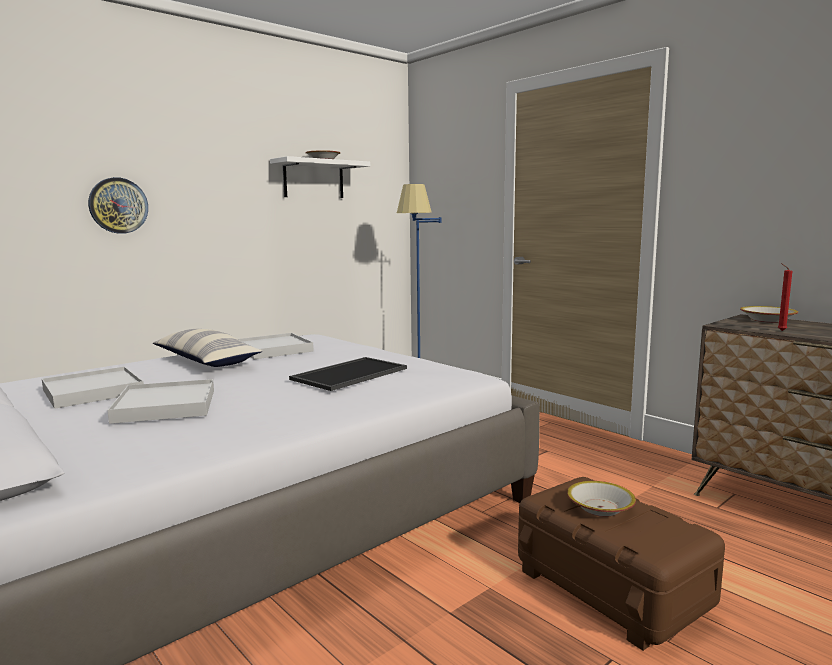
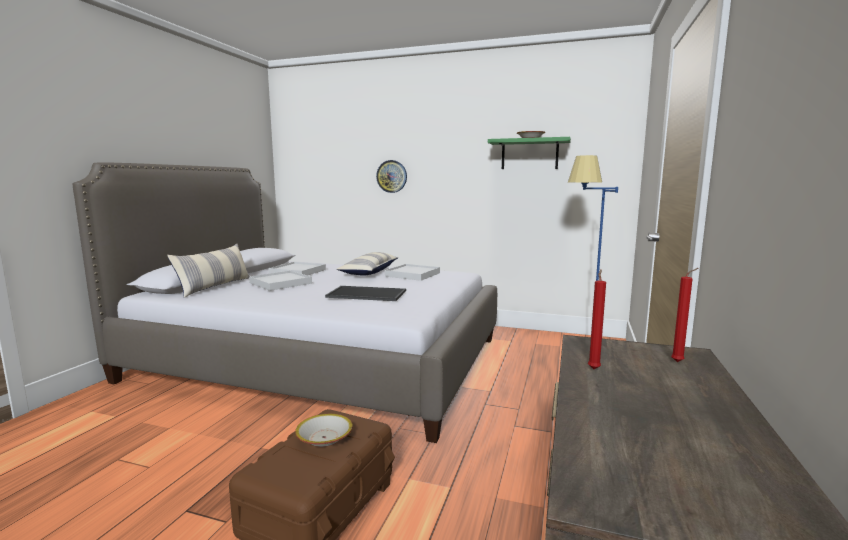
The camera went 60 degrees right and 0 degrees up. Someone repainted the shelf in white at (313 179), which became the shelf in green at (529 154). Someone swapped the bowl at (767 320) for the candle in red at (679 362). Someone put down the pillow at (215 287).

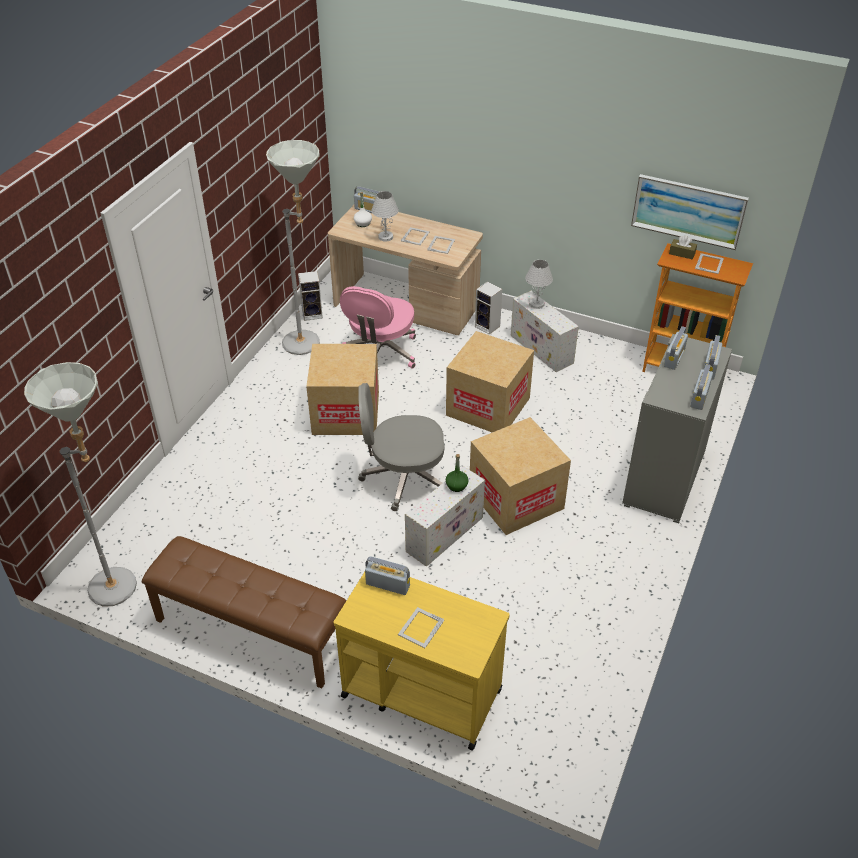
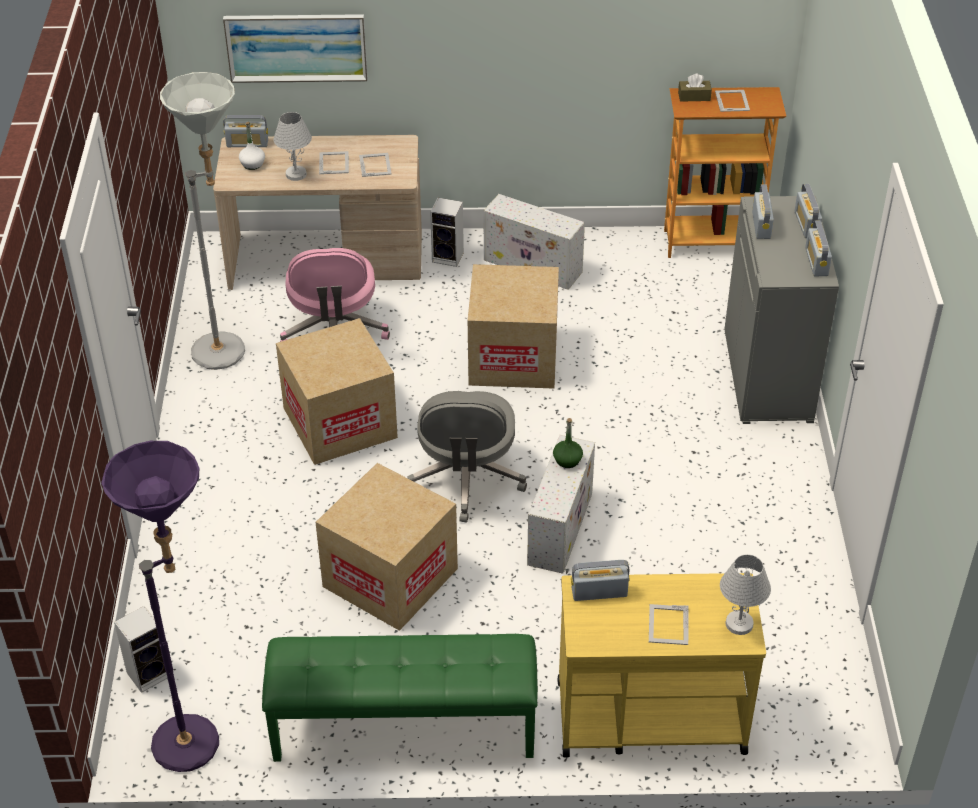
The camera went 25 degrees left and 0 degrees up. Someone carried the picture from (688 211) to (296 47). Someone carried the table lamp in white from (537 304) to (739 623). Someone carried the speaker from (313 314) to (149 673). Someone repainted the floor lamp in grey at (123 586), which became the floor lamp in purple at (199 737). Someone rotated the office chair in grey at (403 478) by 60 degrees counterclockwise. Someone carried the cardboard box from (516 499) to (390 577). Someone repainted the bench in brown at (251 632), which became the bench in green at (403 728).

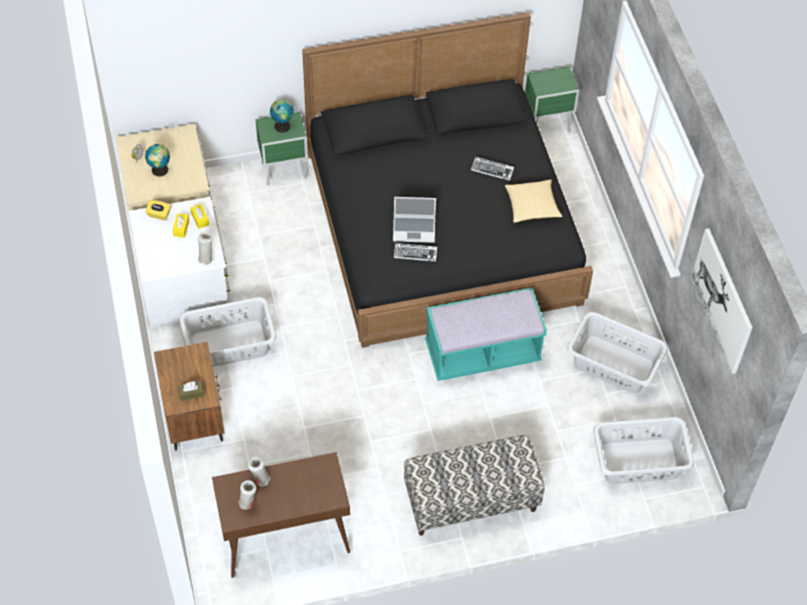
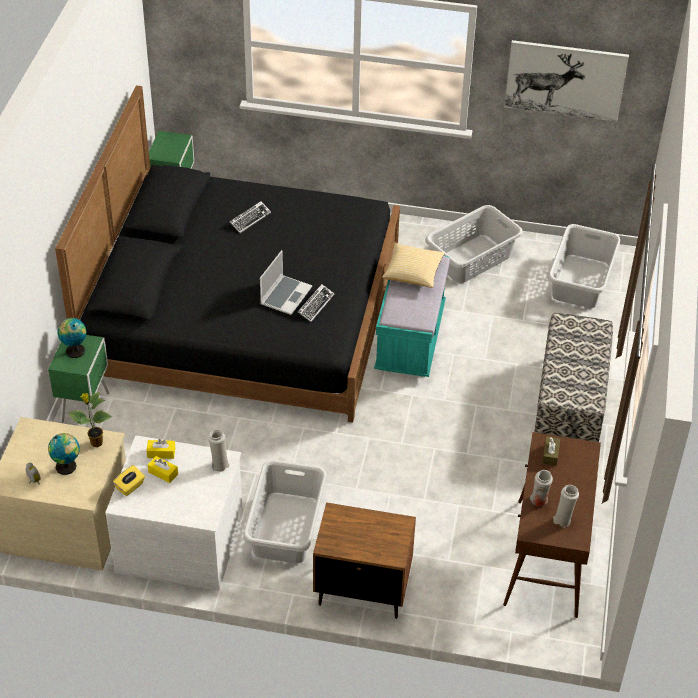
The camera went 65 degrees left and 10 degrees down. Someone carried the pillow from (532 207) to (413 273). Someone carried the tissue box in brown from (191 393) to (550 454). Someone put down the potted plant at (96 443).

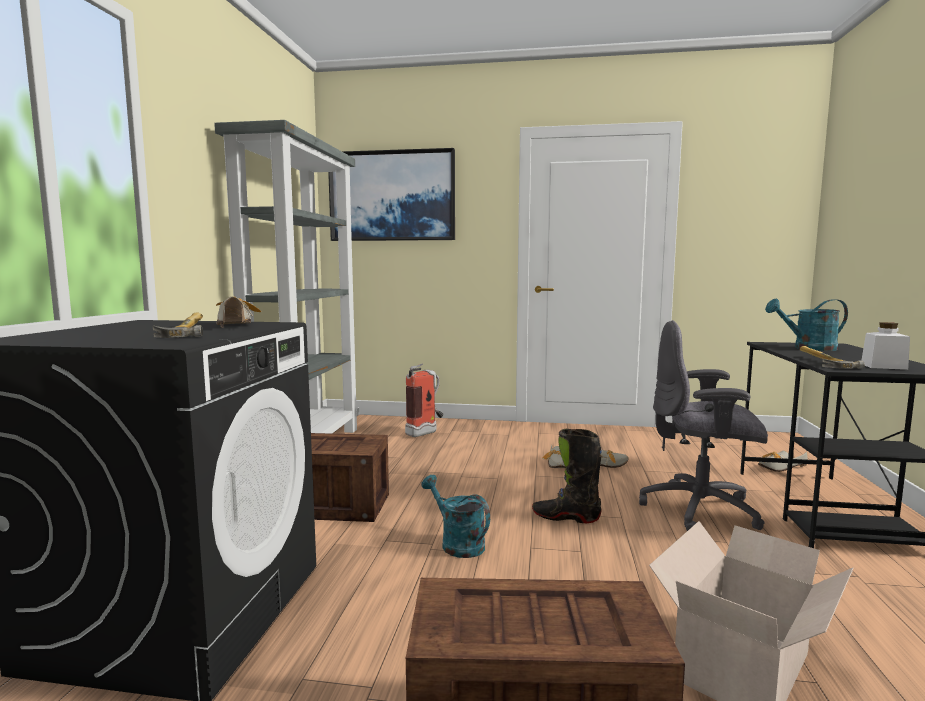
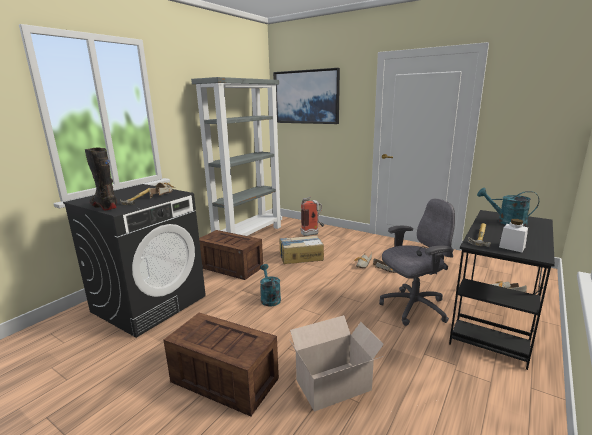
The camera went 25 degrees right and 10 degrees up. Someone rotated the office chair in grey at (701 510) by 120 degrees clockwise. Someone carried the boot in black from (566 517) to (104 206). Someone put down the cardboard box at (300 256).

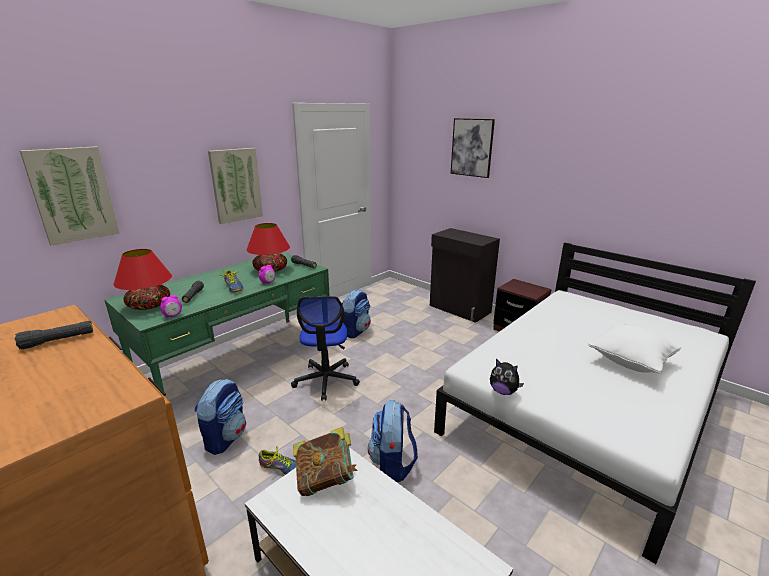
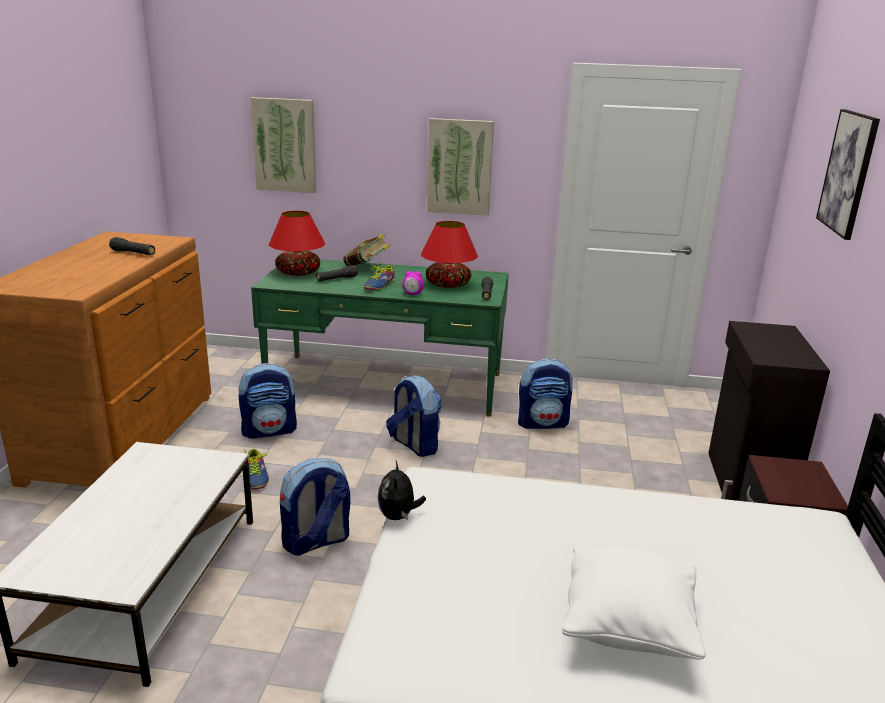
The camera went 55 degrees right and 0 degrees up. Someone took away the alarm clock at (173 316). Someone swapped the office chair at (326 380) for the backpack at (414 445). Someone carried the book from (325 479) to (366 268).

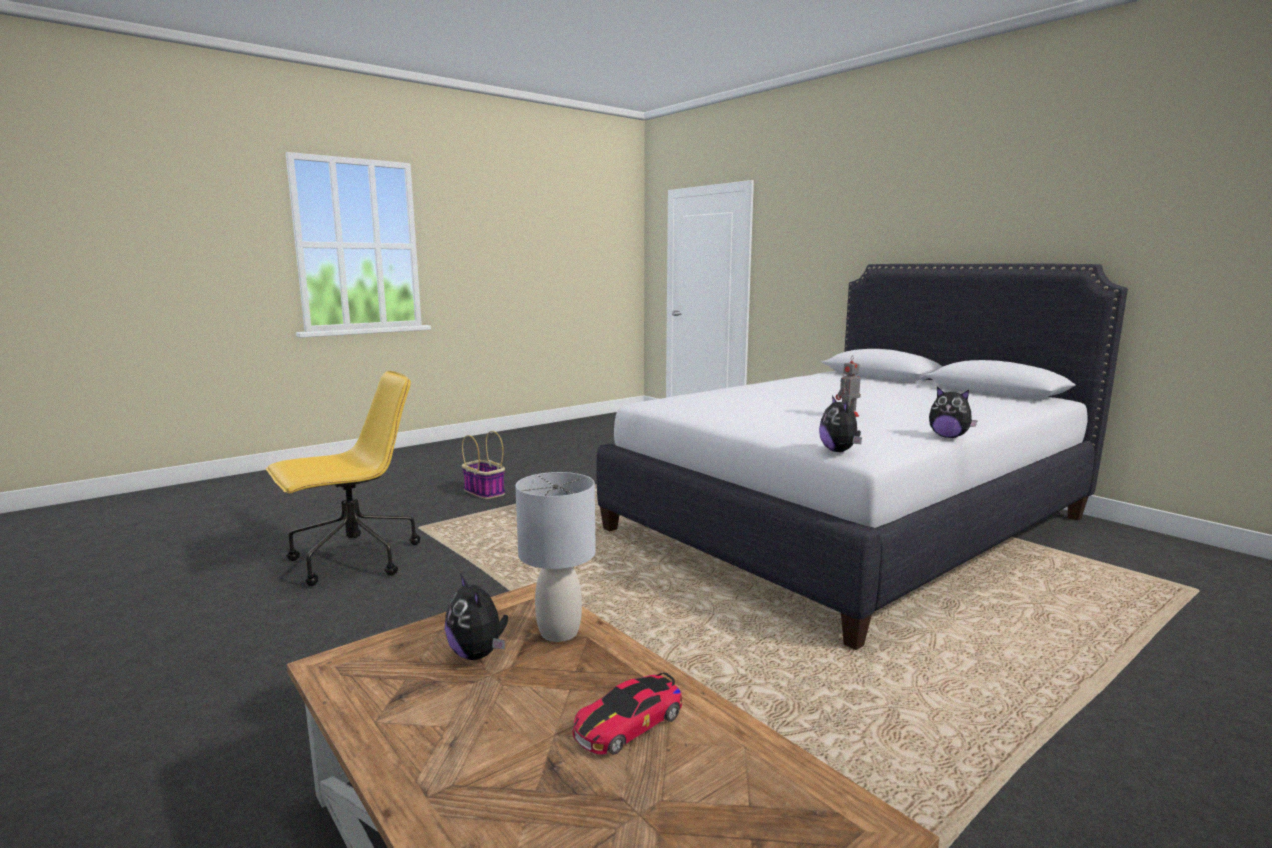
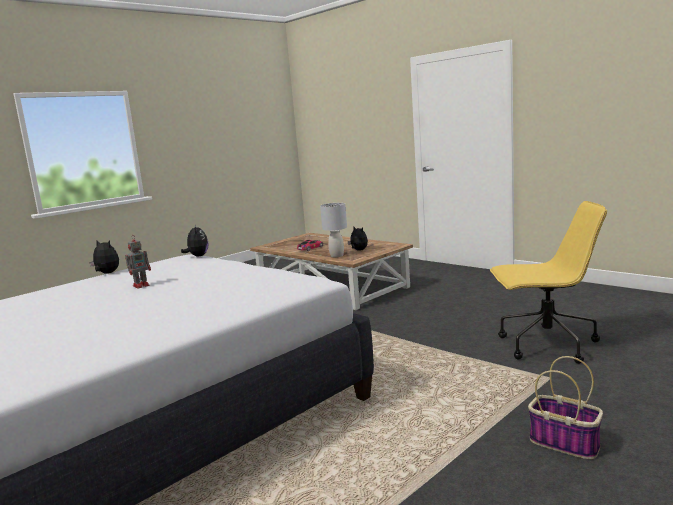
The camera went 175 degrees right and 0 degrees up. Someone rotated the office chair in yellow at (353 560) by 135 degrees counterclockwise.

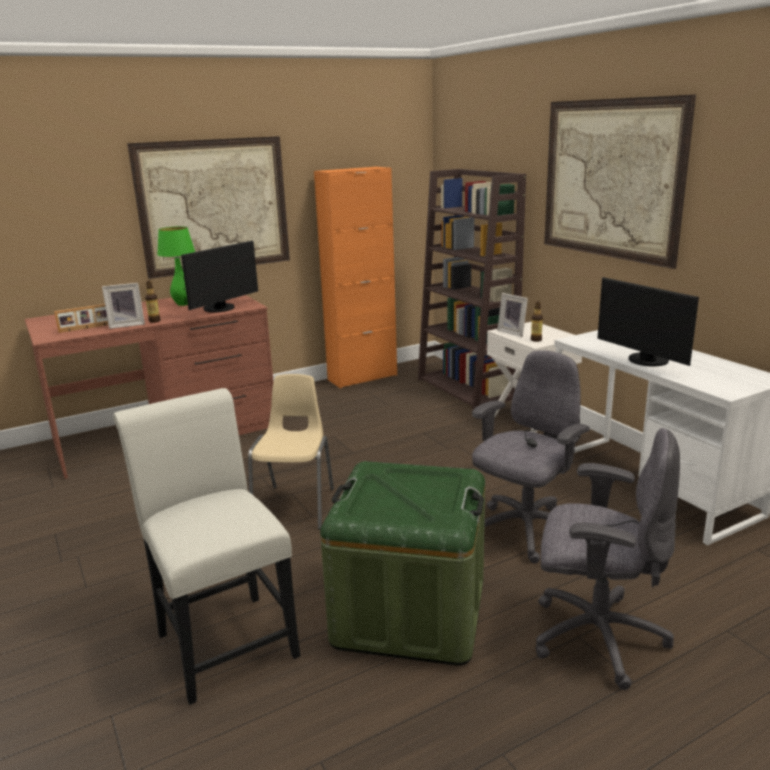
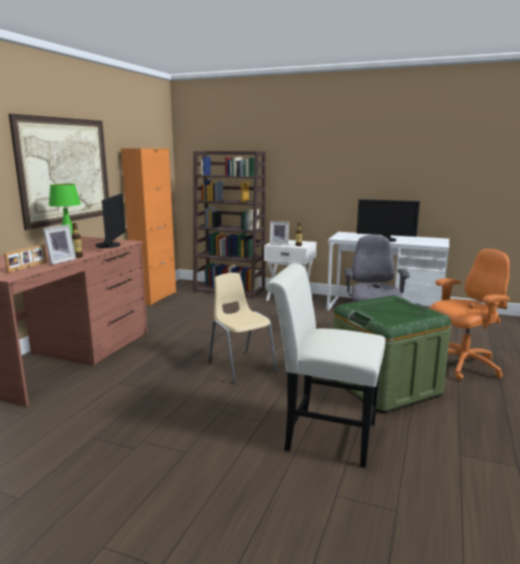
The camera went 40 degrees left and 5 degrees down. Someone took away the picture at (610 179). Someone repainted the office chair in grey at (595 636), which became the office chair in orange at (462 365).

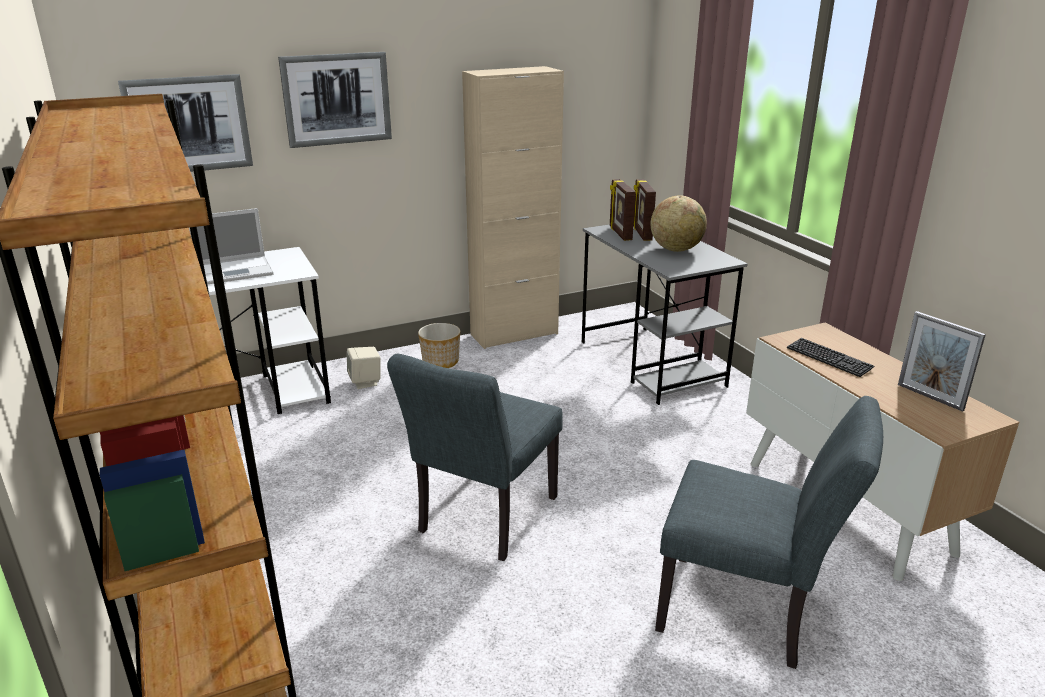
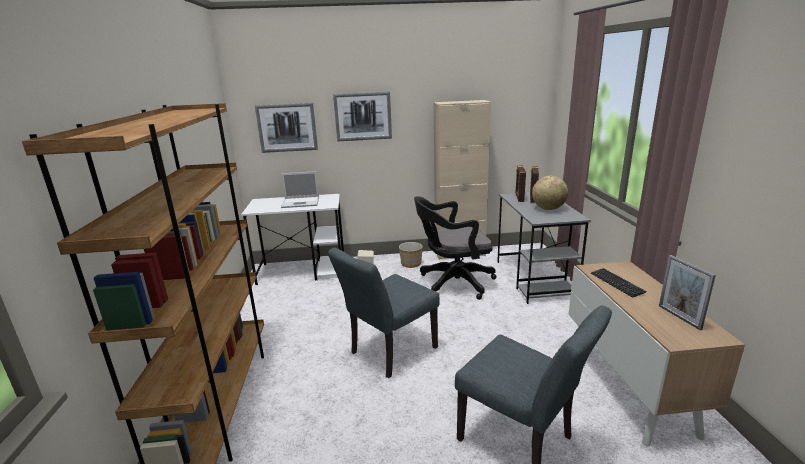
The camera went 20 degrees right and 5 degrees down. Someone put down the office chair in black at (453 283).

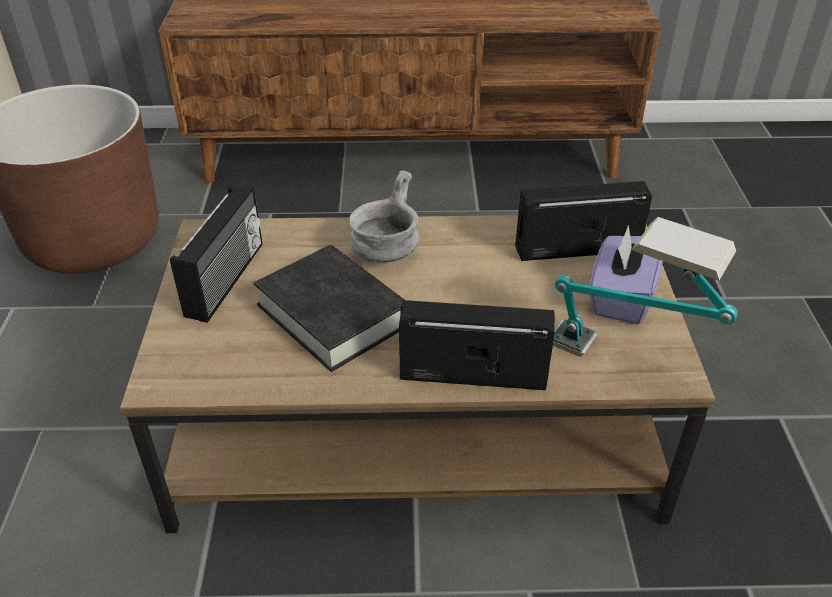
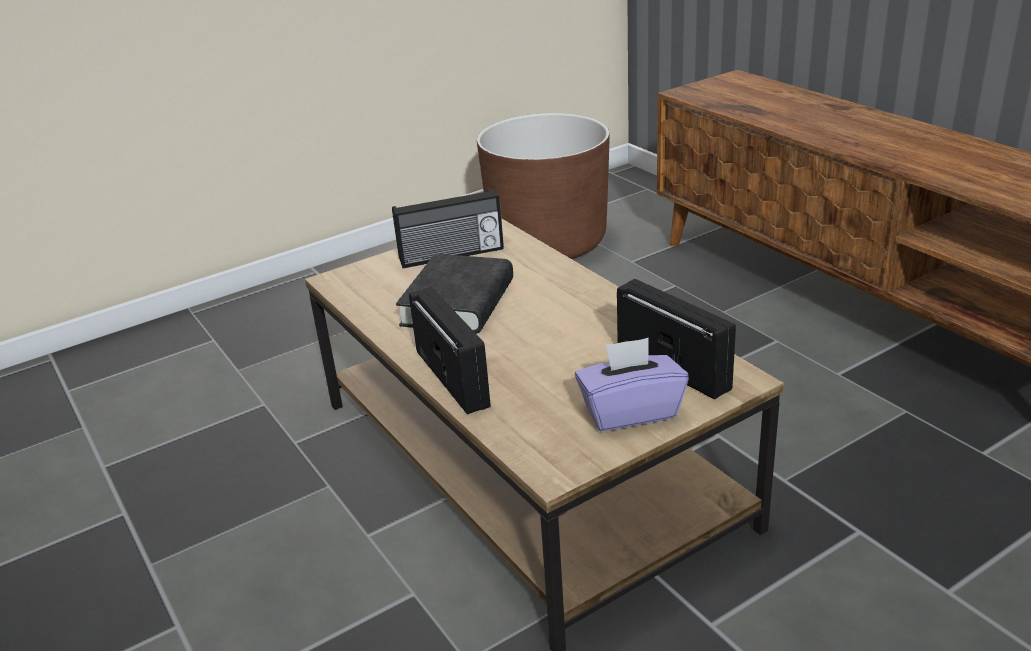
The camera went 60 degrees right and 10 degrees down. Someone took away the bowl in grey at (385 252). Someone took away the table lamp at (626 362).

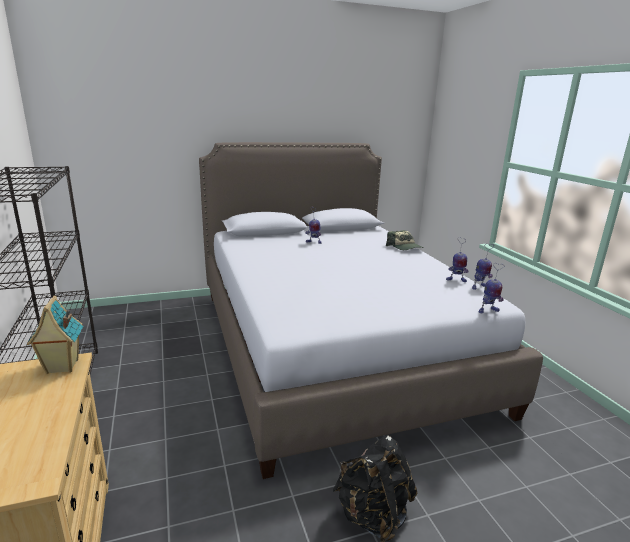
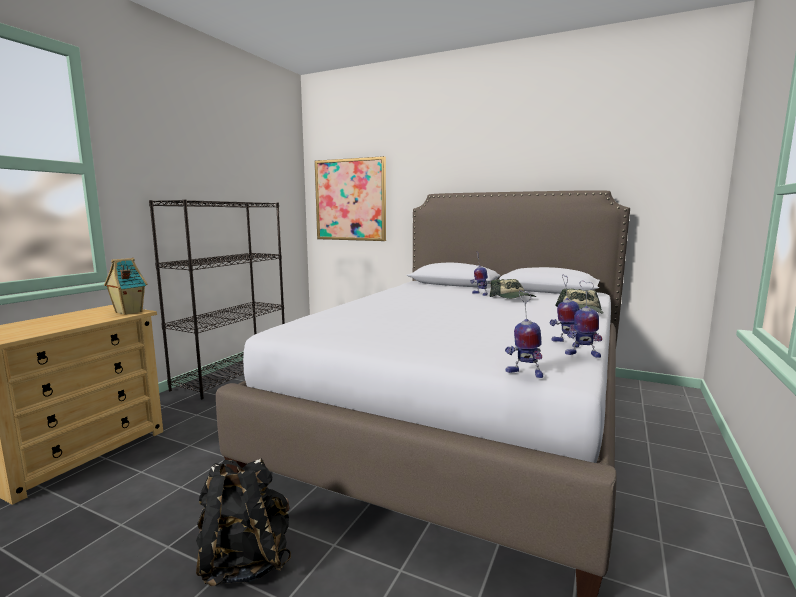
The camera went 45 degrees right and 10 degrees down. Someone put up the picture at (350 200). Someone put down the cap at (513 298).

